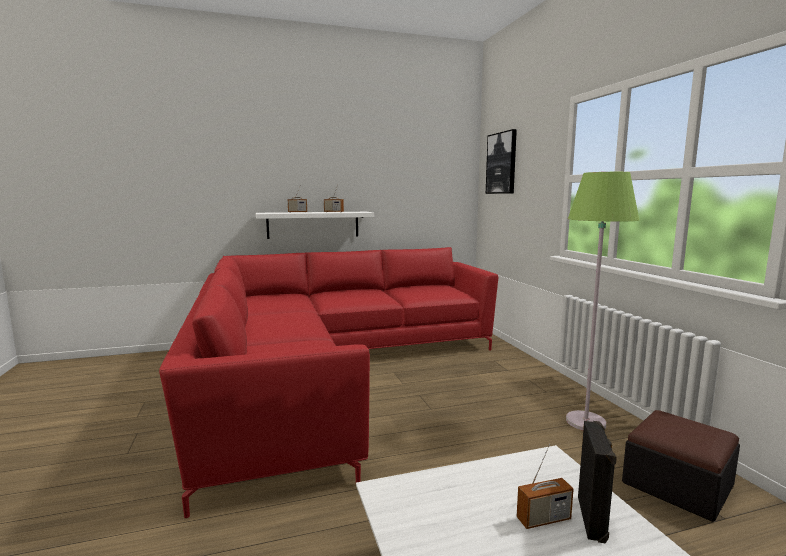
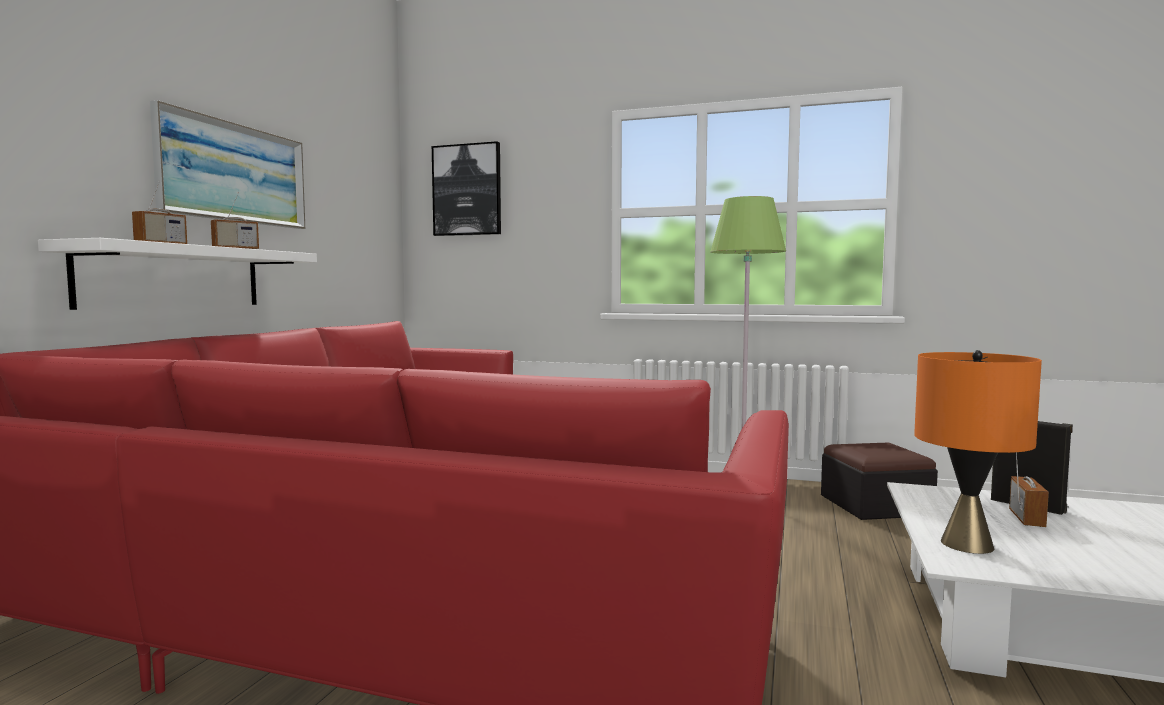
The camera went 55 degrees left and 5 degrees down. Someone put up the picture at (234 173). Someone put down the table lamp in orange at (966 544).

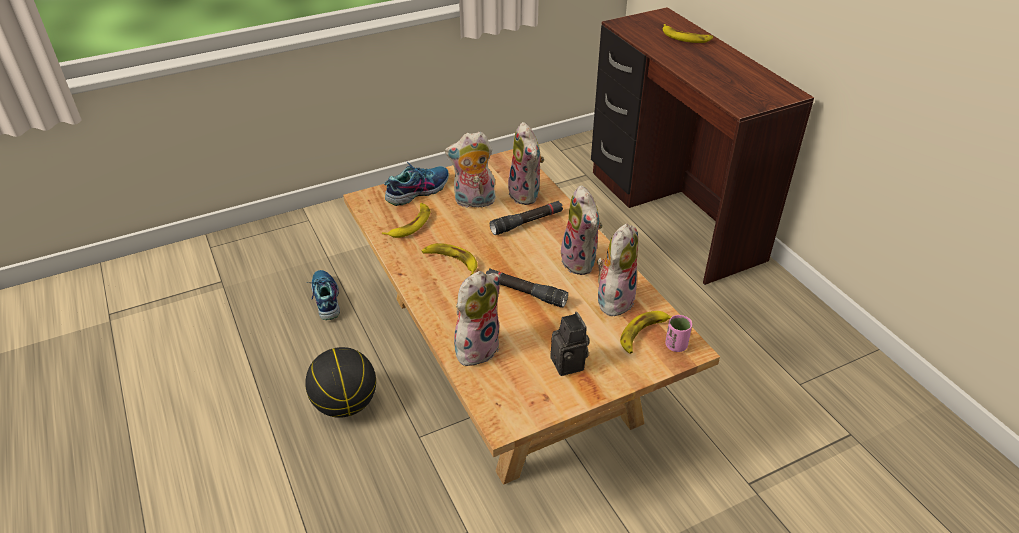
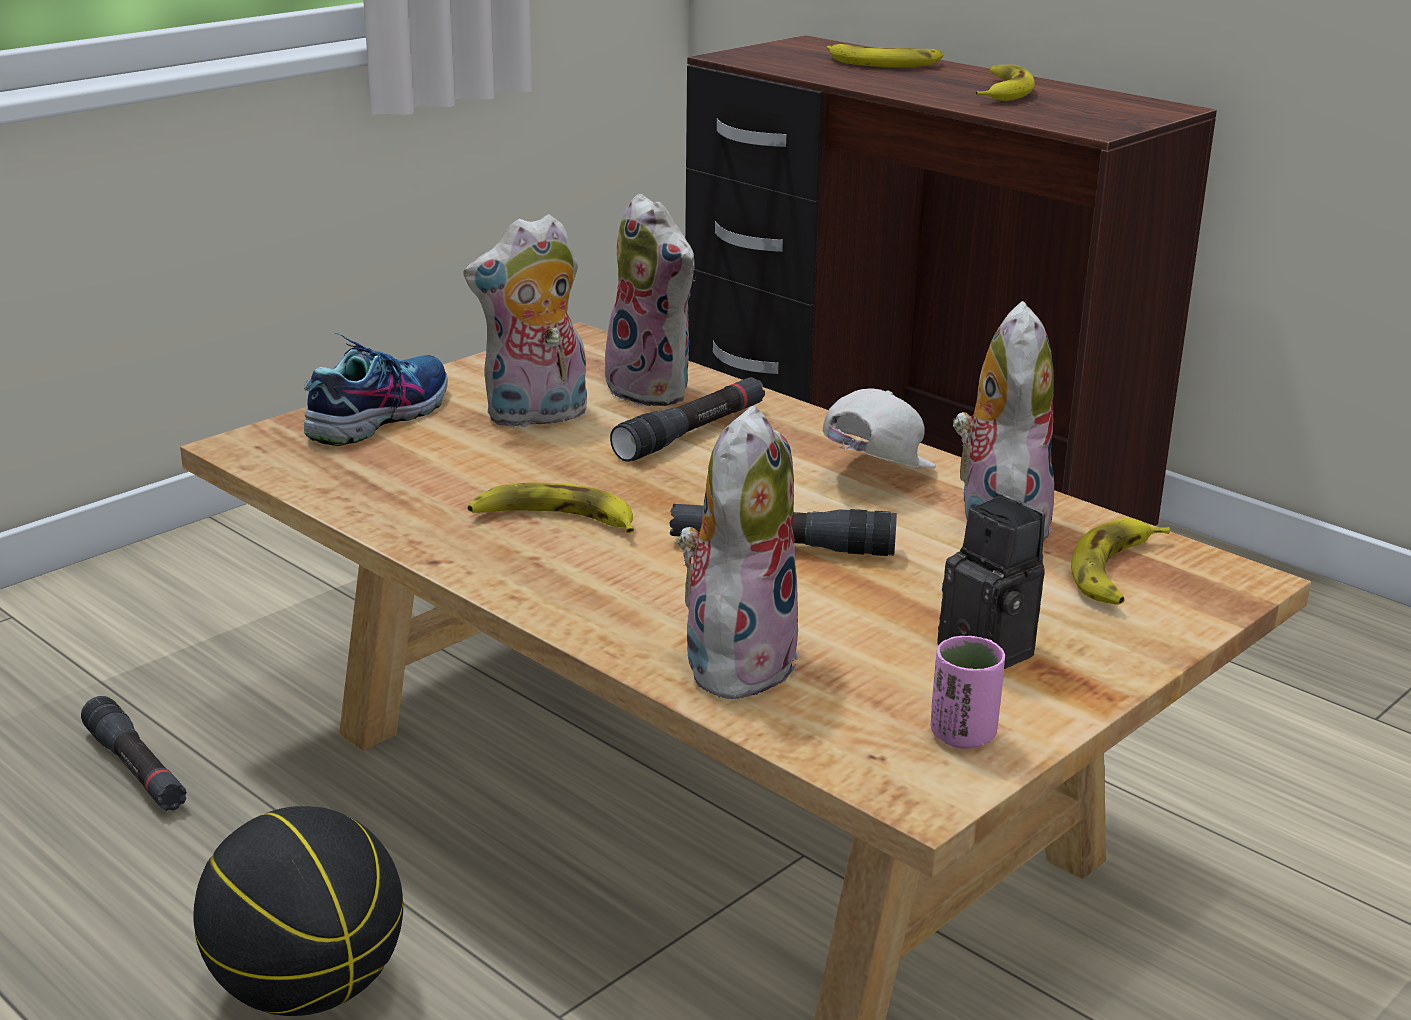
The camera went 20 degrees left and 15 degrees down. Someone swapped the plush toy at (581 262) for the cap in white at (872 478). Someone carried the banana from (410 224) to (1002 91). Someone swapped the shoe at (325 299) for the flashlight in black at (136 769). Someone carried the cup in pink from (676 345) to (963 735).

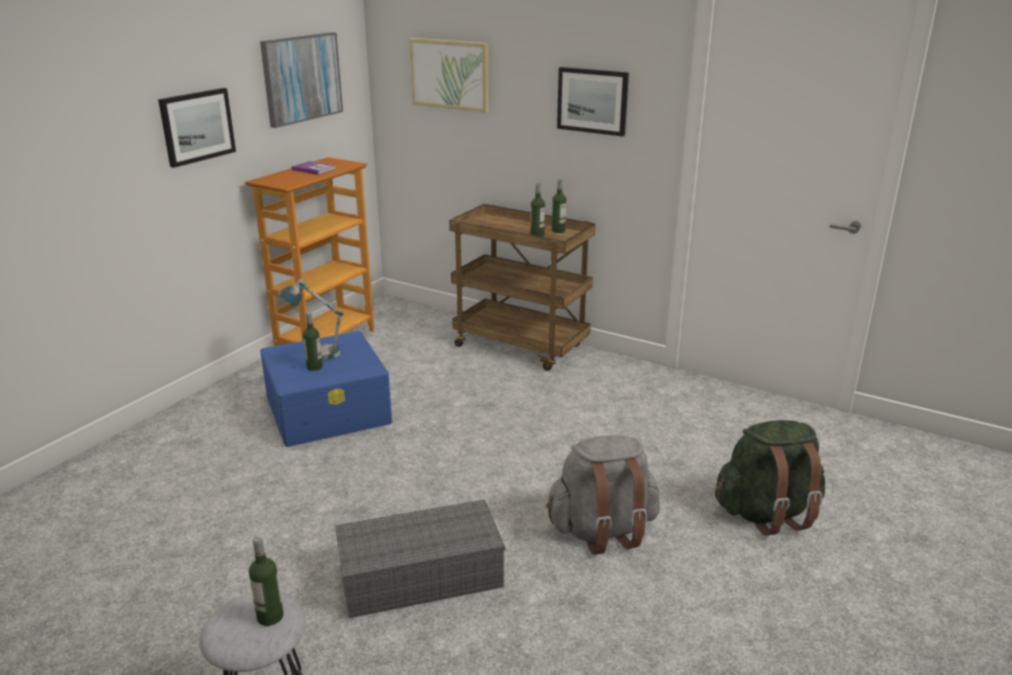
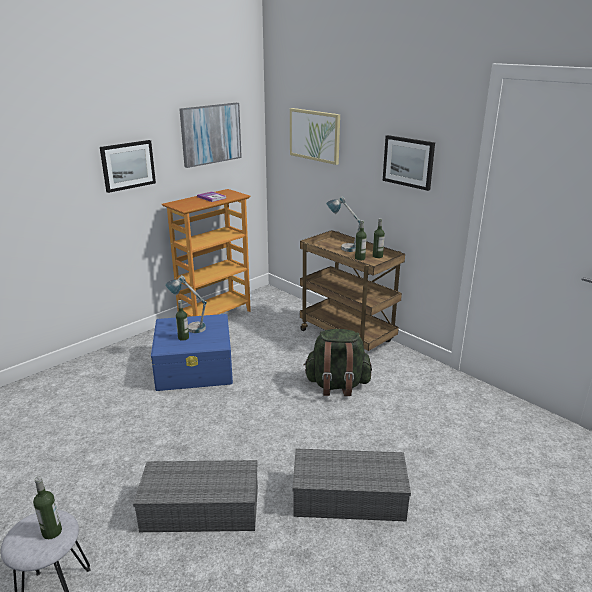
The camera went 15 degrees right and 0 degrees up. Someone carried the backpack in green from (767 513) to (337 385). Someone swapped the backpack in grey at (602 530) for the storage box in grey at (347 498). Someone put down the table lamp at (343 247).

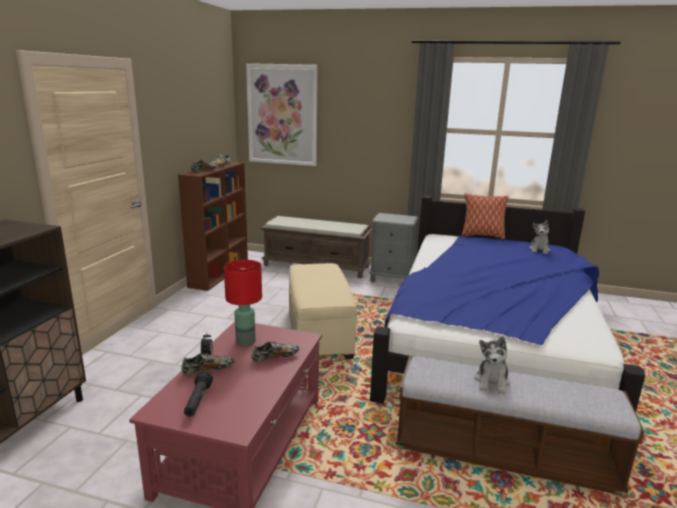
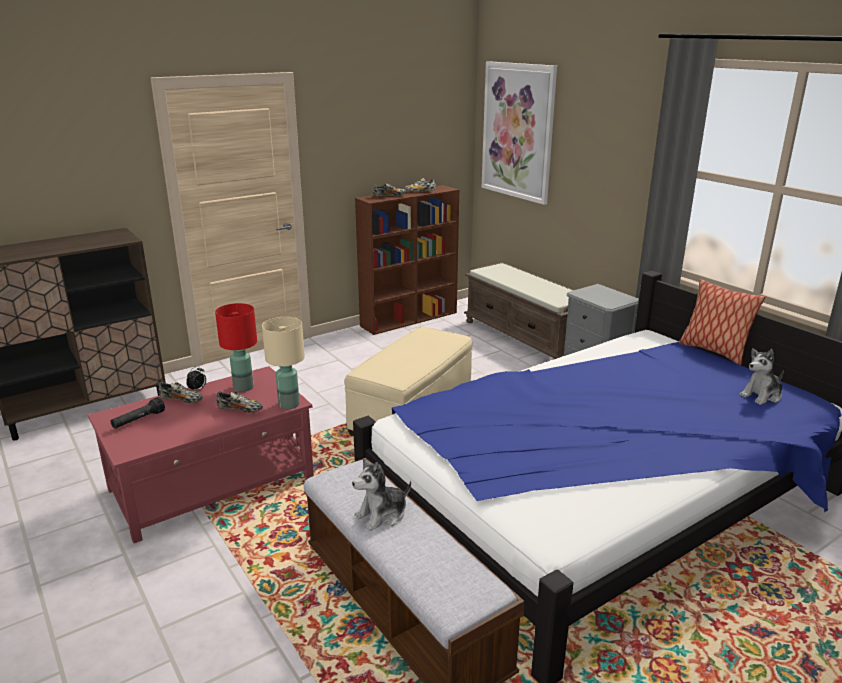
The camera went 40 degrees right and 5 degrees up. Someone put down the table lamp in beige at (289 405).

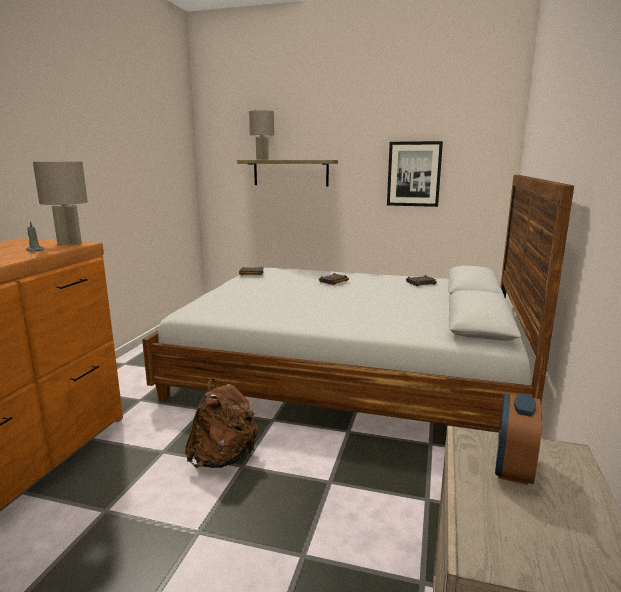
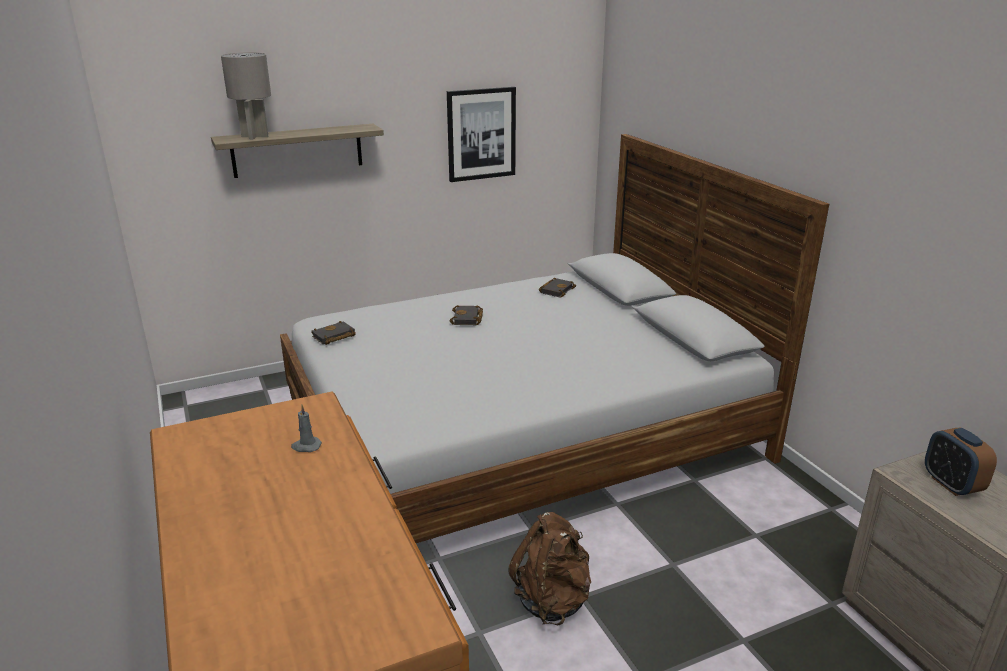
The camera went 40 degrees left and 10 degrees up. Someone took away the table lamp in grey at (69 243).

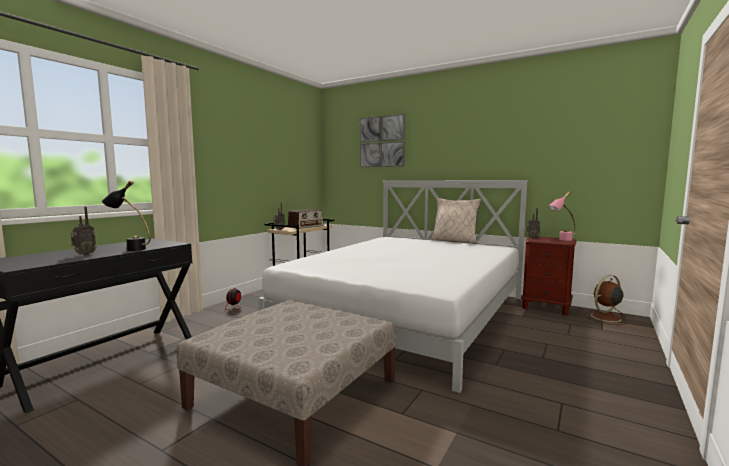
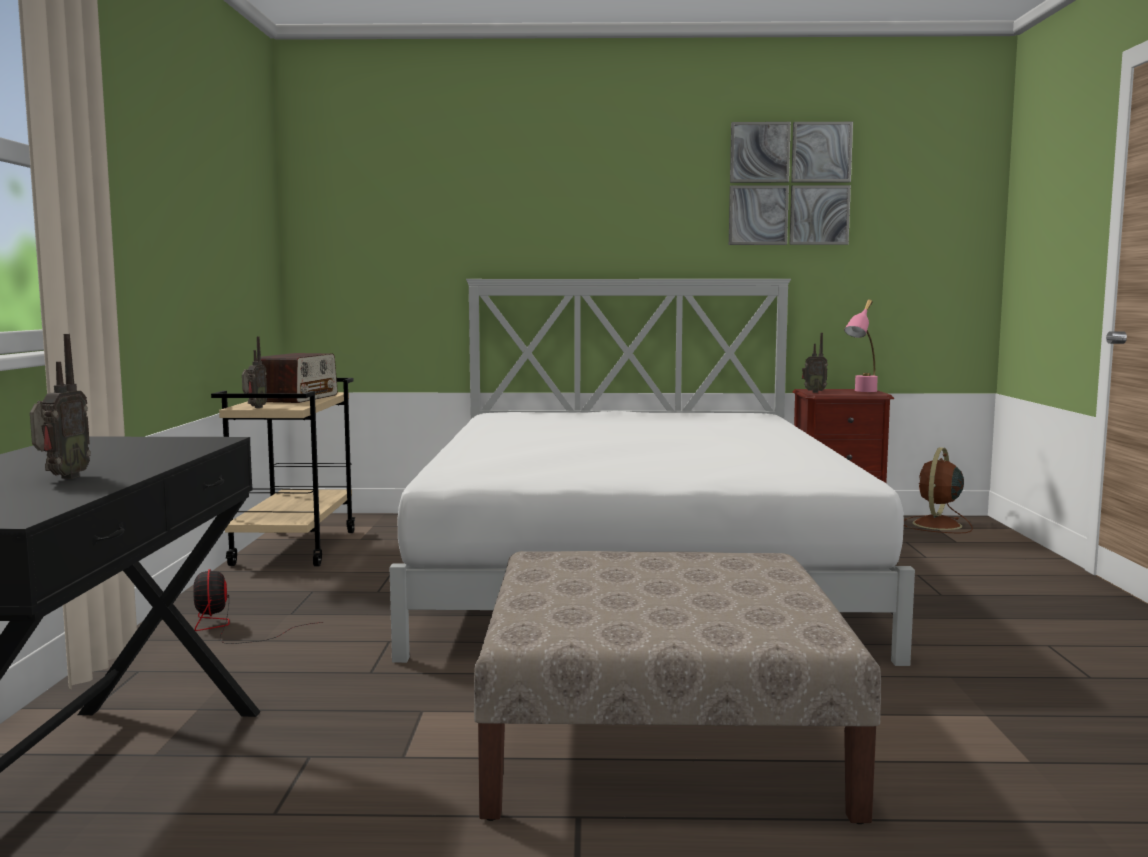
The camera went 30 degrees left and 0 degrees up. Someone carried the picture from (382 141) to (789 184). Someone took away the table lamp in black at (130 249). Someone took away the pillow in beige at (455 241).

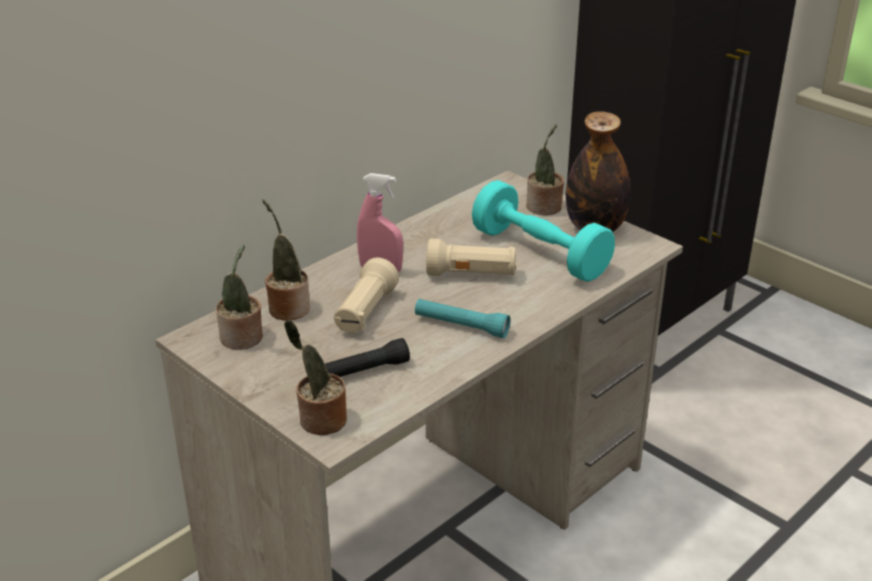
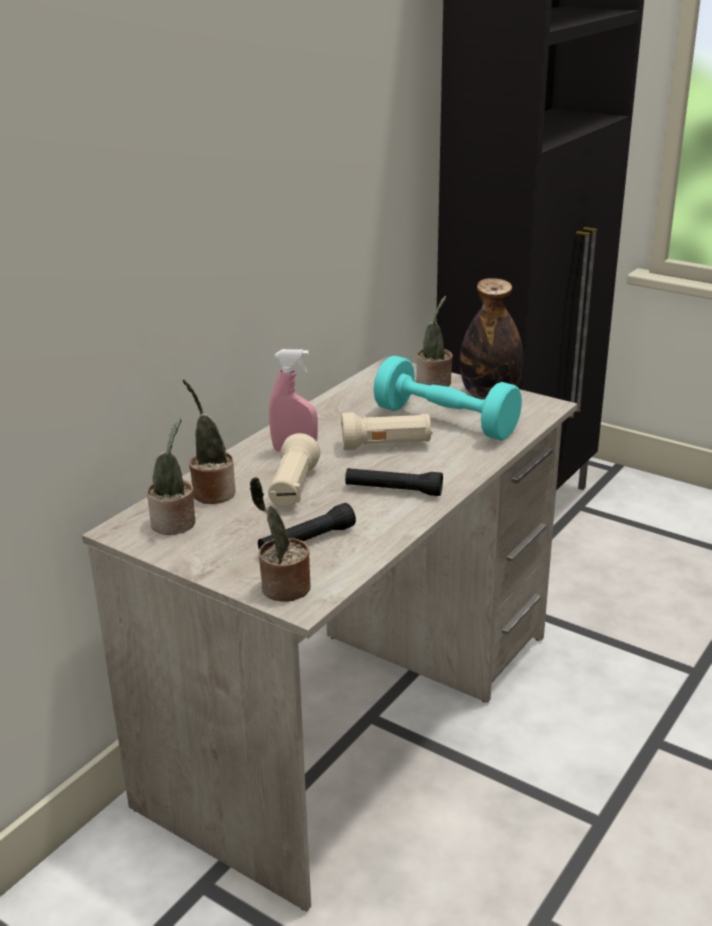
The camera went 10 degrees left and 5 degrees down. Someone repainted the flashlight in turquoise at (461 326), which became the flashlight in black at (393 490).

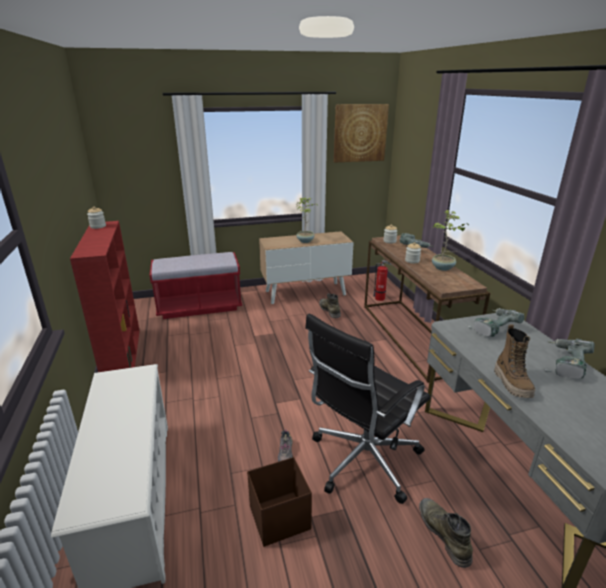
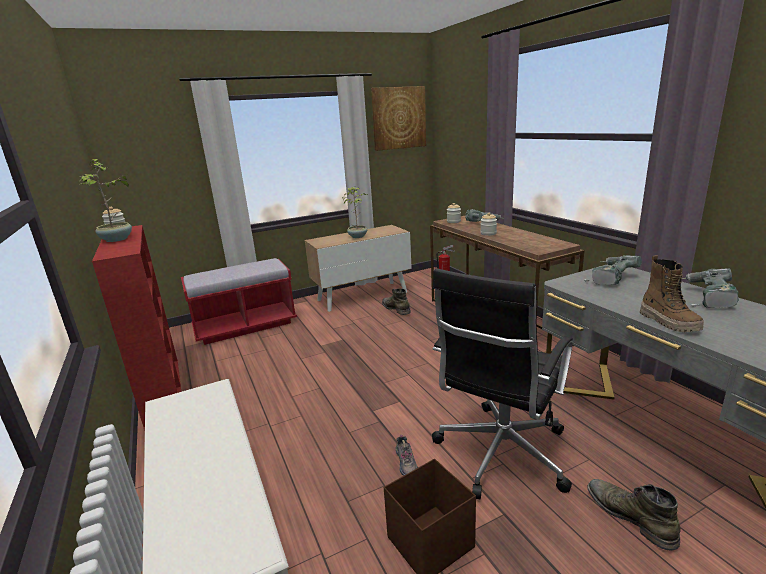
The camera went 10 degrees left and 5 degrees down. Someone carried the potted plant from (443 268) to (117 240).

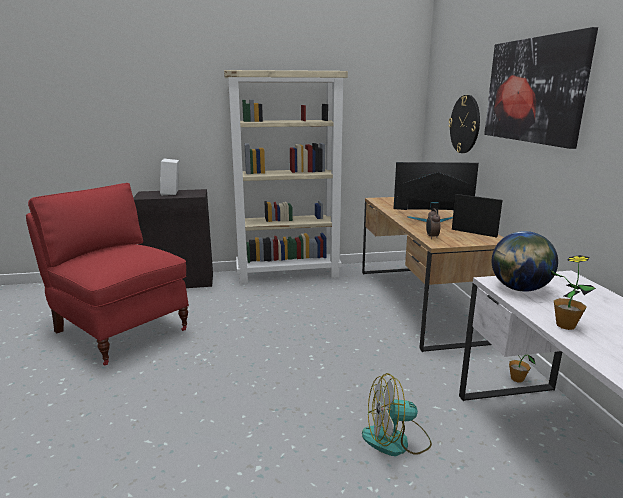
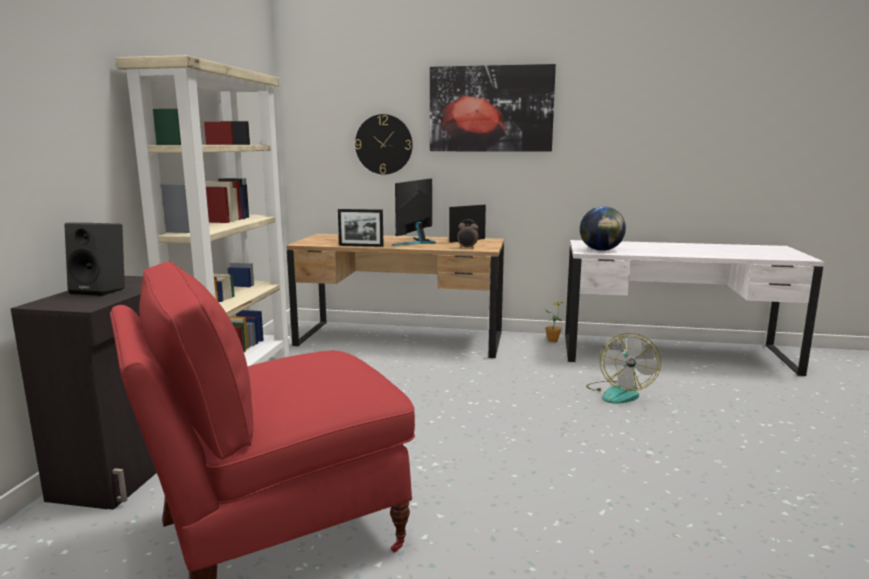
The camera went 70 degrees left and 5 degrees down. Someone repainted the speaker in white at (171 193), which became the speaker in black at (102 290). Someone took away the potted plant at (565 325). Someone put down the picture frame at (361 246).

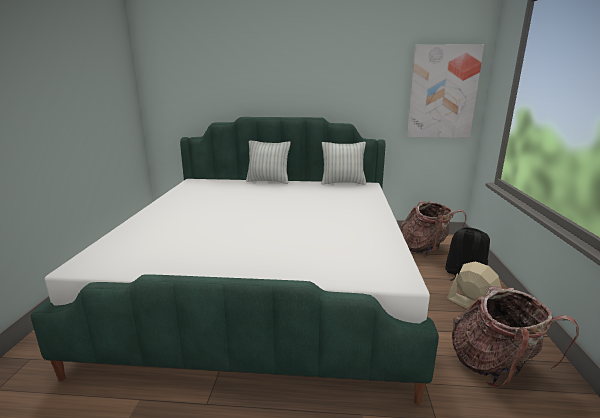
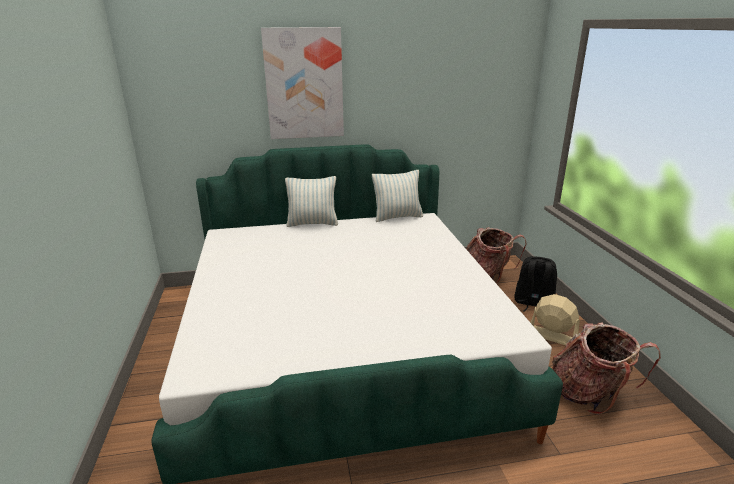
The camera went 15 degrees left and 5 degrees up. Someone carried the picture from (442 92) to (304 84).

